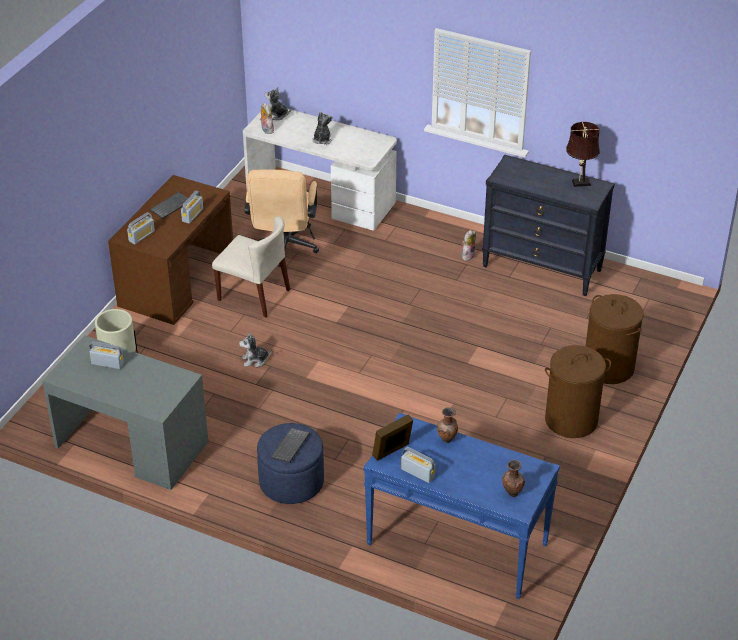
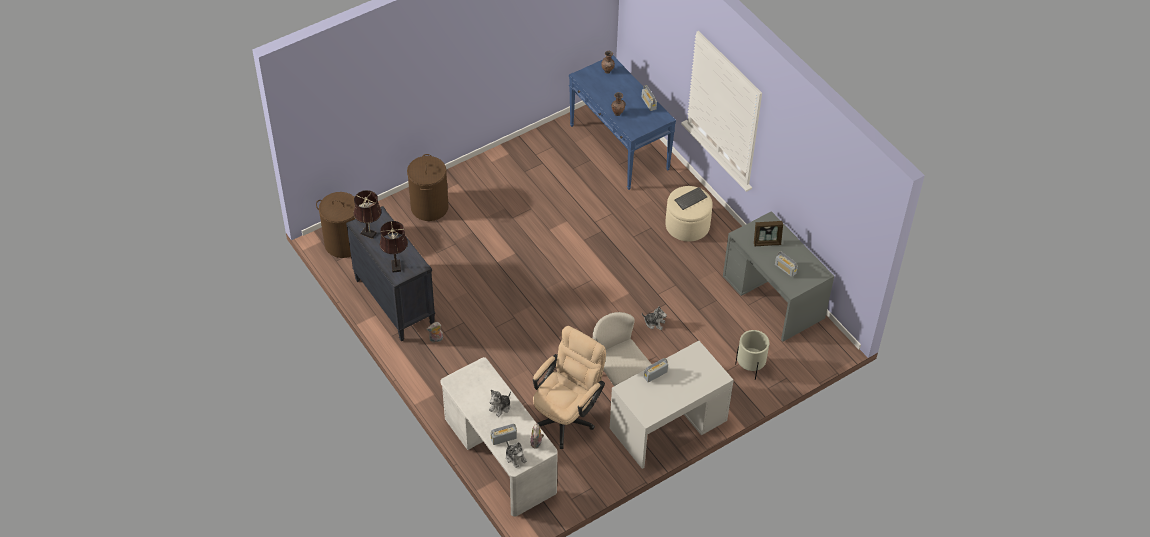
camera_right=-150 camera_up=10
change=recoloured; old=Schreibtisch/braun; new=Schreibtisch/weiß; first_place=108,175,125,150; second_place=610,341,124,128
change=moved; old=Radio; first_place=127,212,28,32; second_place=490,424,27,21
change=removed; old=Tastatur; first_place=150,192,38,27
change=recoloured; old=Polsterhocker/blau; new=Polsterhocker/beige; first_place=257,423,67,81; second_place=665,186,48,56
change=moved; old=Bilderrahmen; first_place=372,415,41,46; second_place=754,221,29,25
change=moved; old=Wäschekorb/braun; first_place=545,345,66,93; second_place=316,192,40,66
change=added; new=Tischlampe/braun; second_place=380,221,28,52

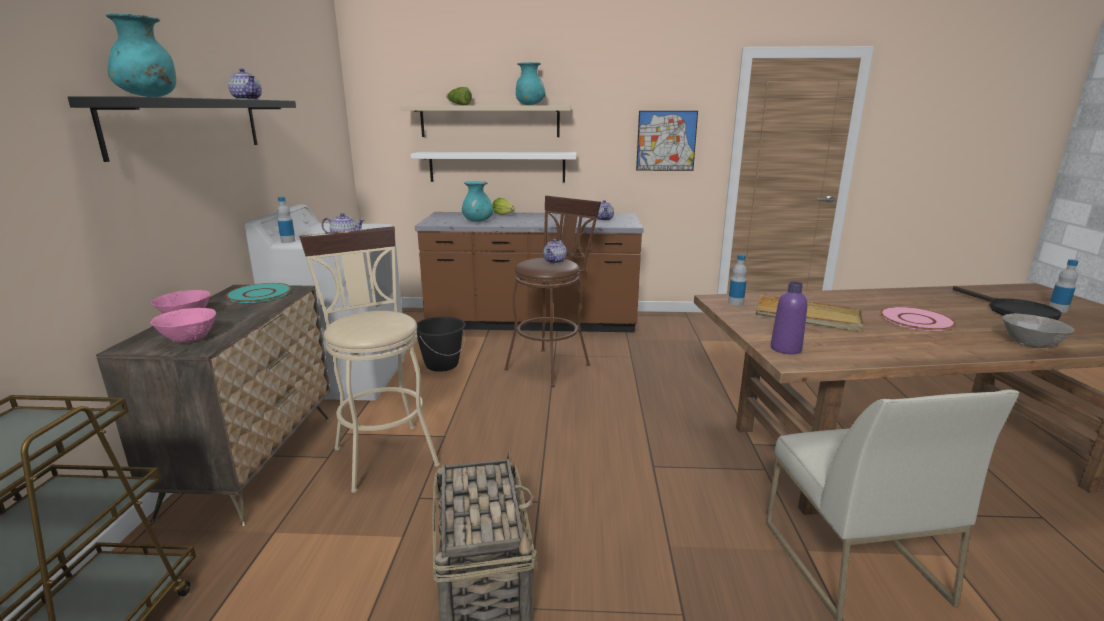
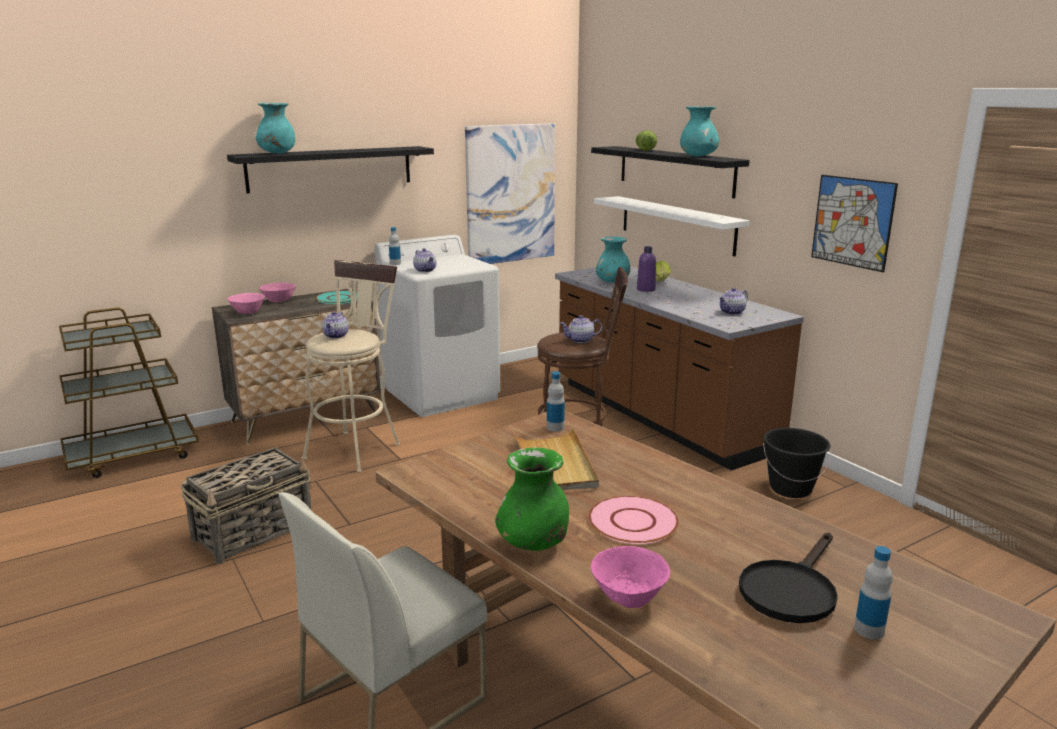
camera_right=55 camera_up=0
change=moved; old=Teekanne; first_place=228,68,34,32; second_place=322,311,27,28
change=recoloured; old=Wandregal/beige; new=Wandregal/schwarz; first_place=401,105,170,32; second_place=591,146,159,53
change=moved; old=Eimer/schwarz; first_place=417,317,48,55; second_place=763,428,68,70
change=moved; old=Flasche/lila; first_place=771,281,36,73; second_place=637,246,19,46
change=recoloured; old=Schüssel/grau; new=Schüssel/rosa; first_place=1002,313,72,35; second_place=591,546,79,62
change=added; new=Bild; second_place=465,123,91,141
change=added; new=Vase/grün; second_place=495,447,74,104

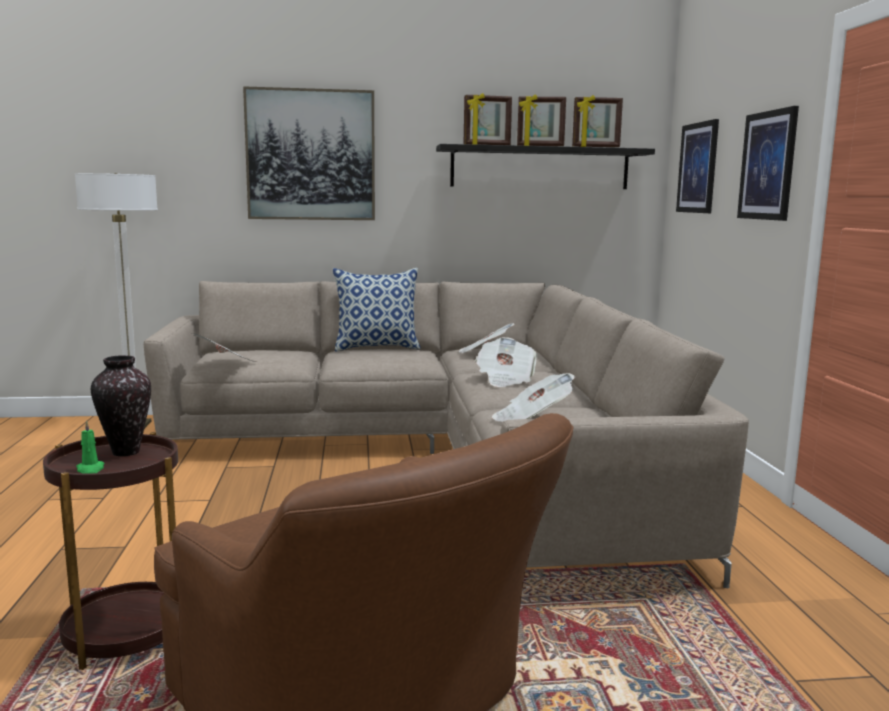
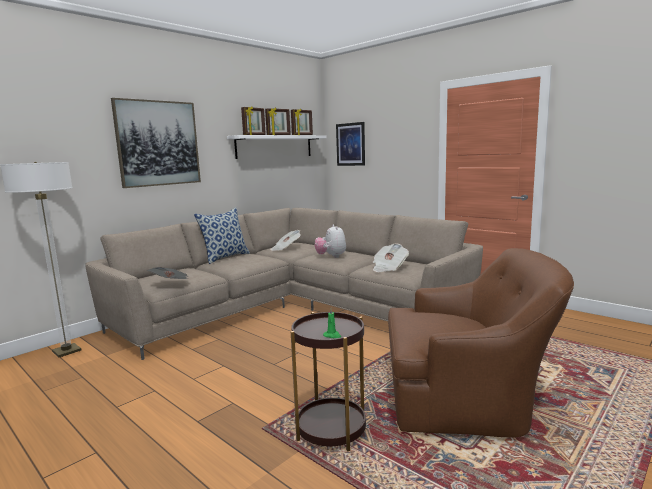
camera_right=-40 camera_up=0
change=removed; old=Vase; first_place=91,355,60,101
change=recoloured; old=Wandregal/schwarz; new=Wandregal/weiß; first_place=436,144,219,45; second_place=227,135,100,24
change=replaced; old=Zeitung; new=Plüschtier; first_place=475,337,63,50; second_place=315,225,31,33
change=removed; old=Bild; first_place=737,106,62,115

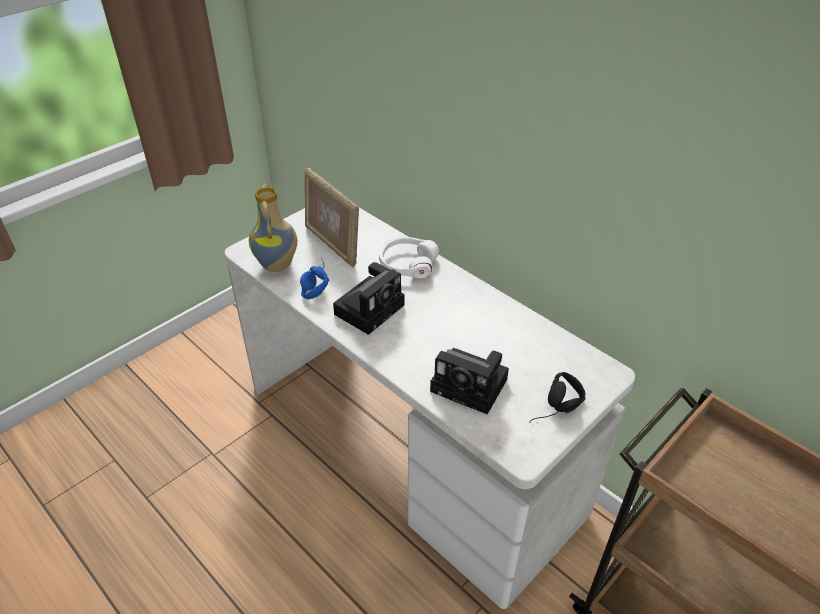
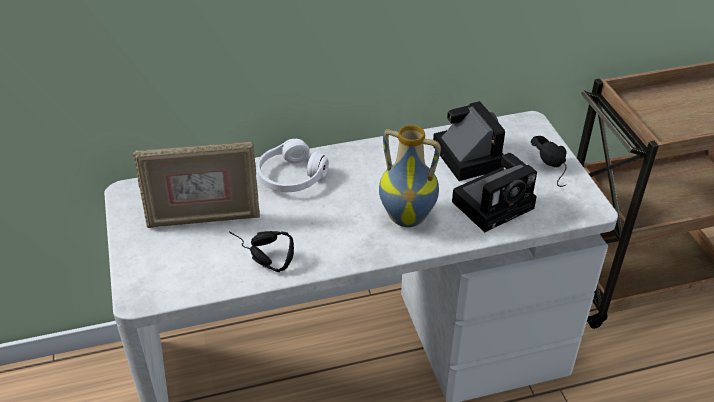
camera_right=-60 camera_up=0
change=moved; old=Vase; first_place=249,184,48,88; second_place=379,125,62,102
change=recoloured; old=Kopfhörer/blau; new=Kopfhörer/schwarz; first_place=300,258,29,41; second_place=229,231,65,41
change=moved; old=Kamera; first_place=333,262,72,73; second_place=433,101,72,80

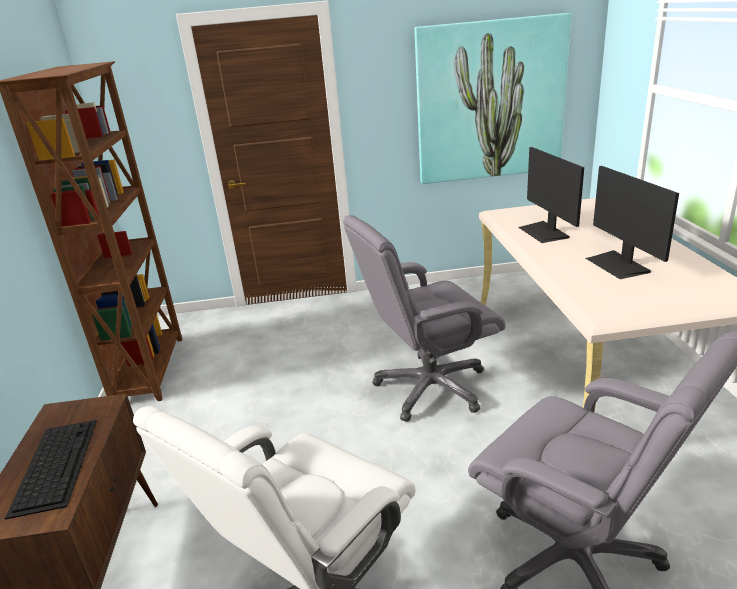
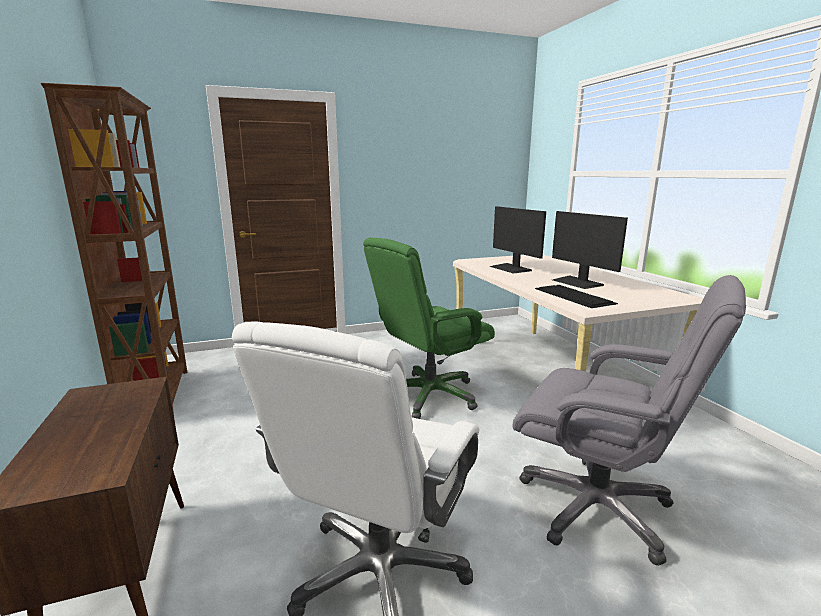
camera_right=-15 camera_up=-10
change=moved; old=Tastatur; first_place=5,420,92,100; second_place=535,285,83,23
change=recoloured; old=Bürostuhl/grau; new=Bürostuhl/grün; first_place=343,215,163,207; second_place=363,237,132,182
change=removed; old=Bild; first_place=414,13,157,171

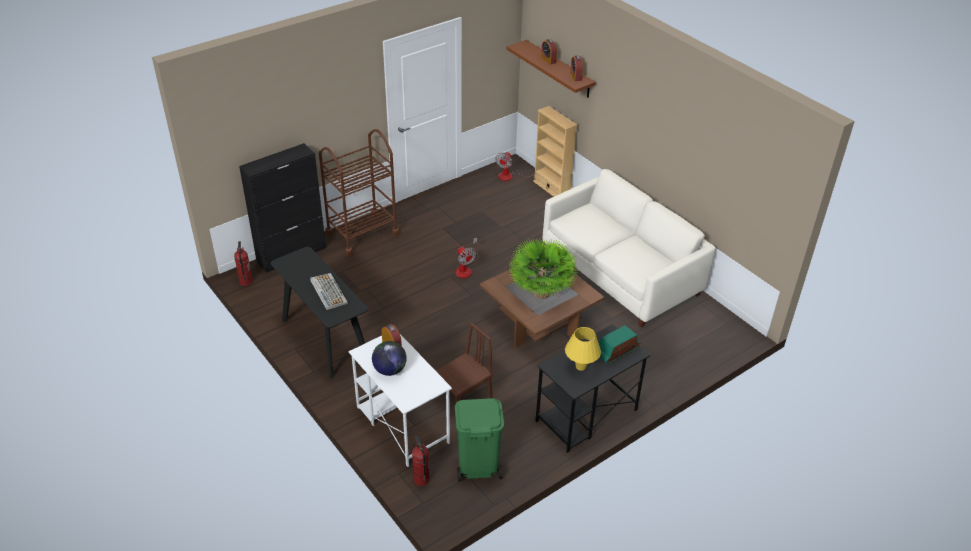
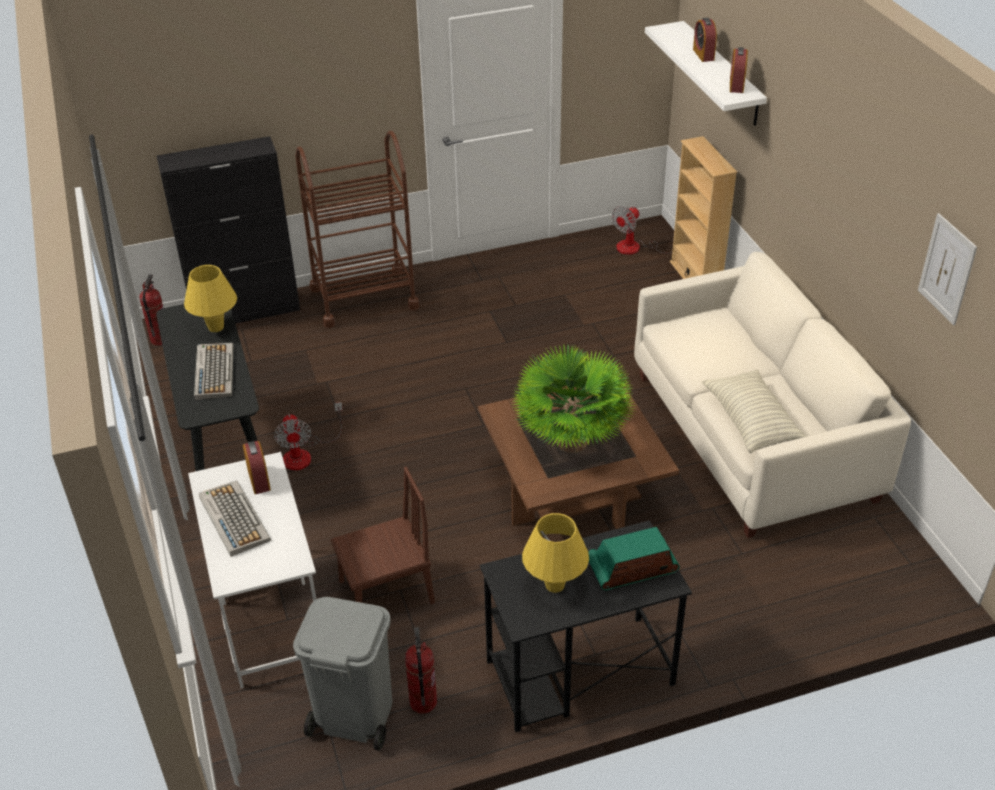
camera_right=20 camera_up=0
change=replaced; old=Globus; new=Tastatur; first_place=372,341,35,35; second_place=199,481,72,76
change=moved; old=Feuerlöscher; first_place=412,436,18,50; second_place=405,627,32,86
change=recoloured; old=Mülleimer/grün; new=Mülleimer/grau; first_place=455,398,49,84; second_place=293,597,99,154
change=moved; old=Ventilator; first_place=456,238,22,40; second_place=274,402,69,68
change=recoloured; old=Wandregal/braun; new=Wandregal/weiß; first_place=507,40,89,58; second_place=645,21,122,105
change=added; new=Tischlampe/gelb; second_place=184,265,53,67
change=added; new=Kissen; second_place=702,369,104,84
change=added; new=Bild; second_place=918,213,59,112

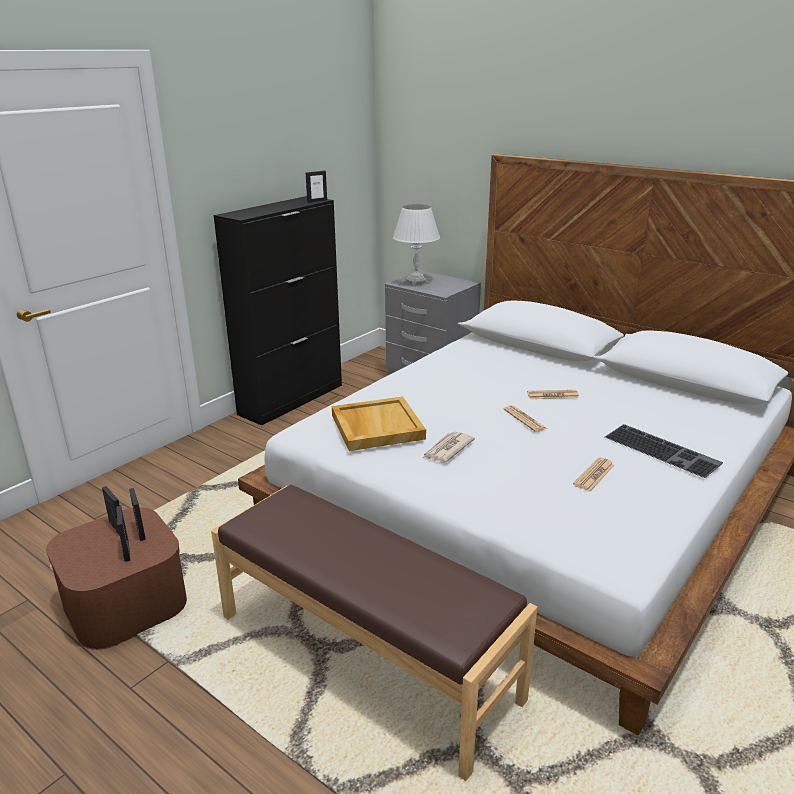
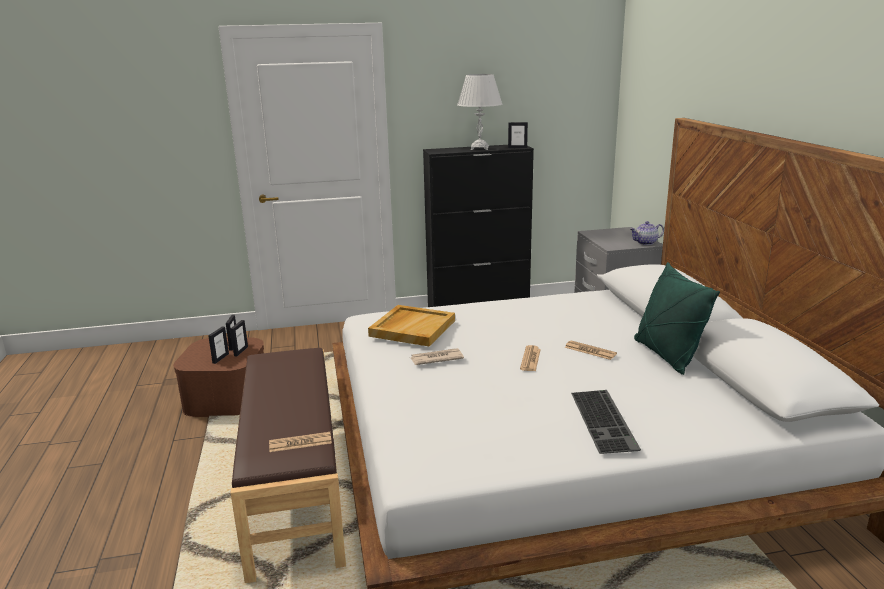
camera_right=40 camera_up=-5
change=moved; old=Tischlampe/weiß; first_place=393,204,47,81; second_place=457,74,45,76
change=moved; old=Zeitung; first_place=573,457,42,34; second_place=269,432,63,20
change=added; new=Teekanne; second_place=630,221,34,24
change=added; new=Kissen/grün; second_place=634,262,86,113

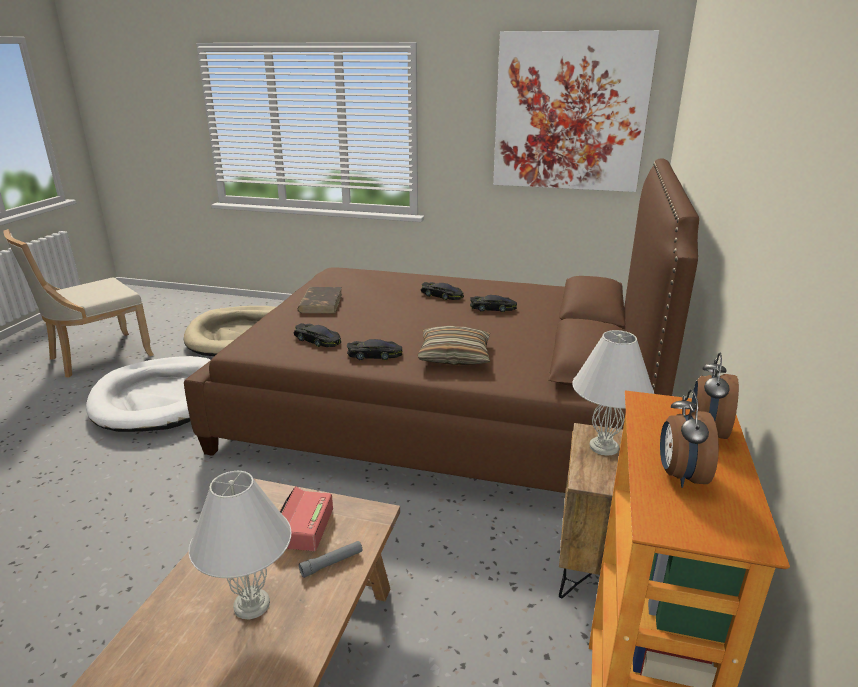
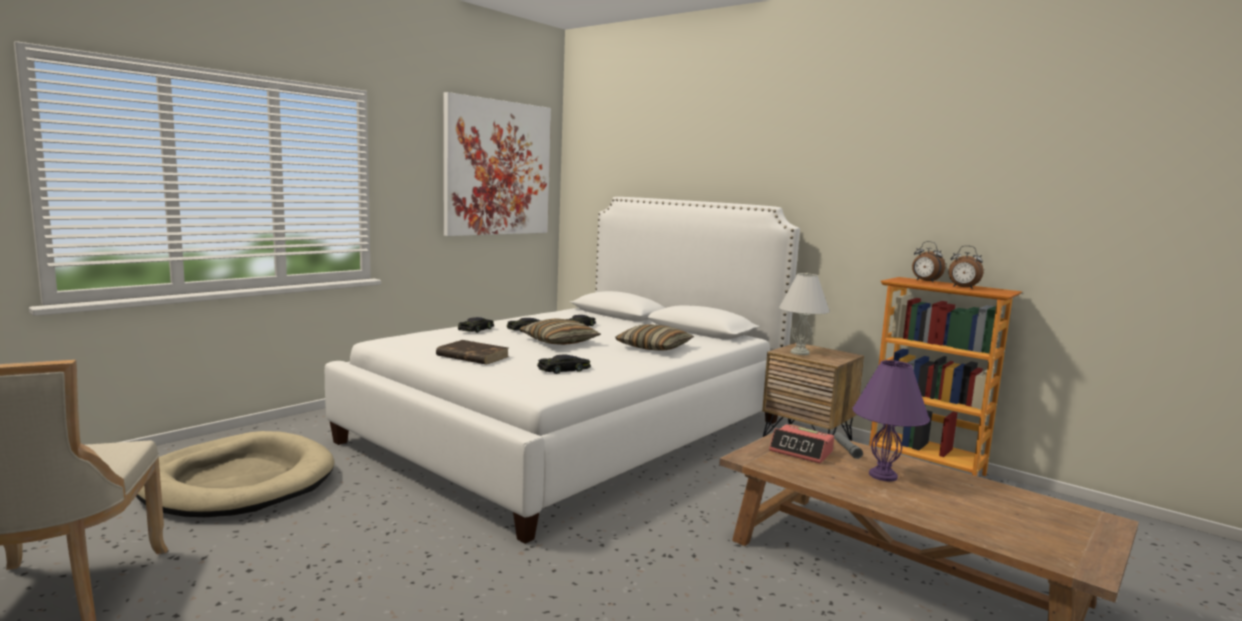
camera_right=-65 camera_up=-15
change=removed; old=Hundebett/weiß; first_place=86,356,125,76
change=recoloured; old=Bett/braun; new=Bett/weiß; first_place=184,158,515,335; second_place=325,197,475,347
change=recoloured; old=Tischlampe/weiß; new=Tischlampe/lila; first_place=189,471,102,149; second_place=853,360,77,122
change=moved; old=Spielzeugauto/schwarz; first_place=347,339,55,21; second_place=458,317,36,16
change=added; new=Kissen; second_place=520,318,81,27

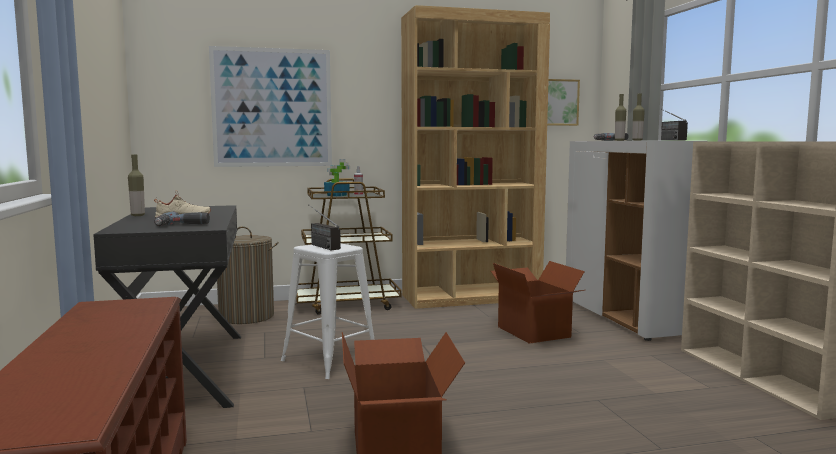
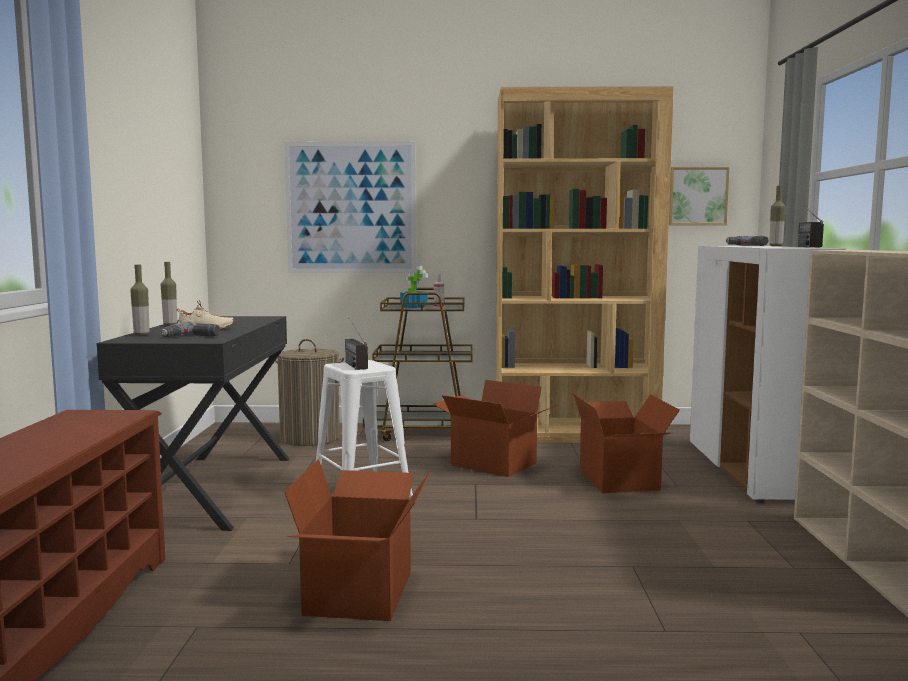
camera_right=15 camera_up=0
change=moved; old=Flasche; first_place=615,94,11,47; second_place=130,265,20,71
change=added; new=Karton; second_place=433,380,124,97

